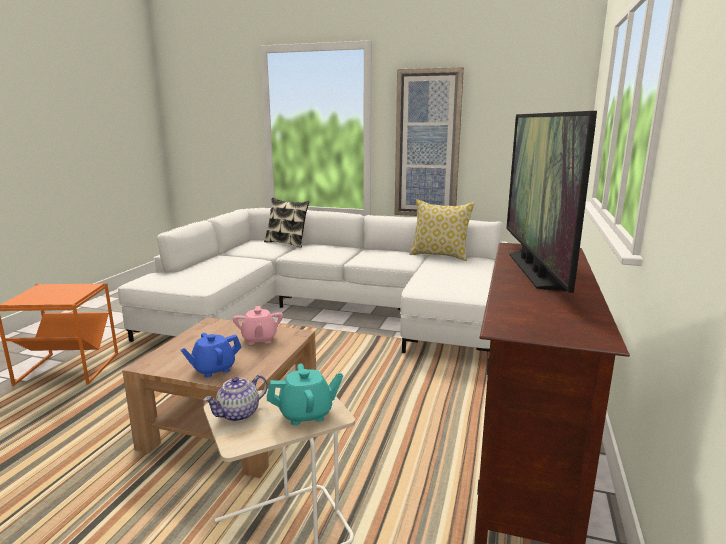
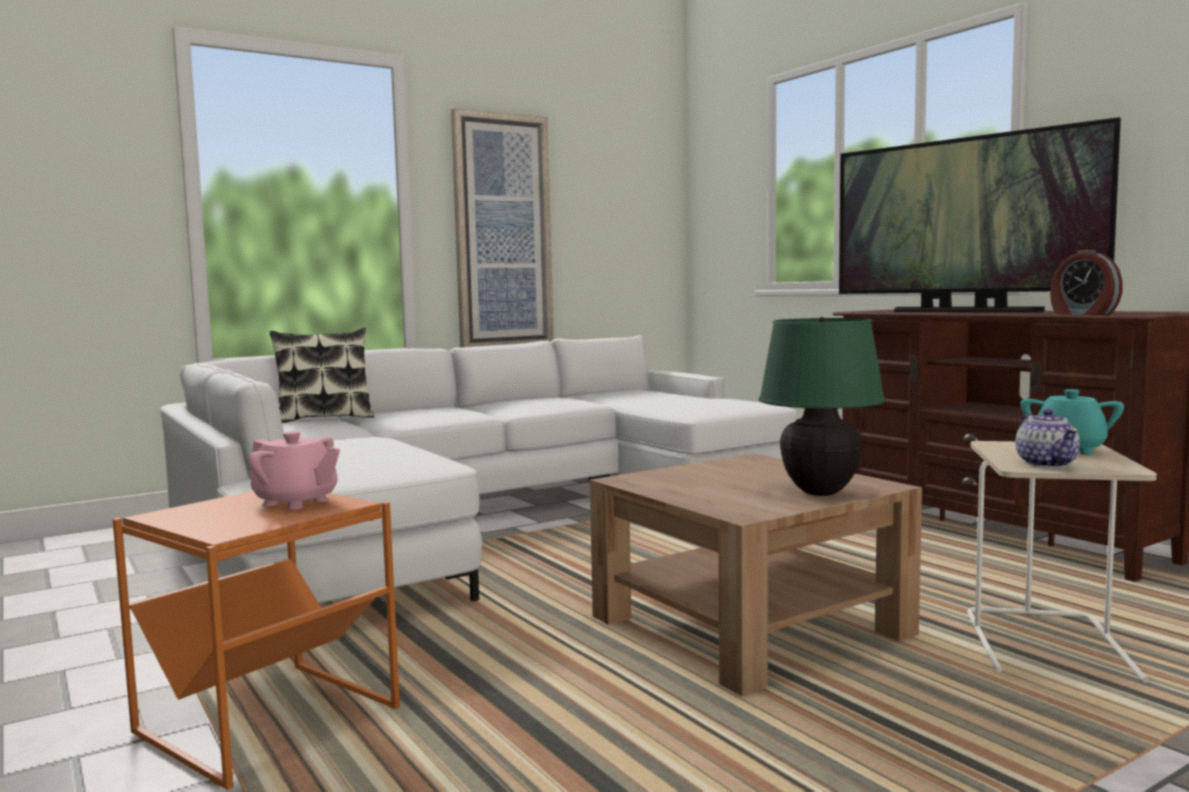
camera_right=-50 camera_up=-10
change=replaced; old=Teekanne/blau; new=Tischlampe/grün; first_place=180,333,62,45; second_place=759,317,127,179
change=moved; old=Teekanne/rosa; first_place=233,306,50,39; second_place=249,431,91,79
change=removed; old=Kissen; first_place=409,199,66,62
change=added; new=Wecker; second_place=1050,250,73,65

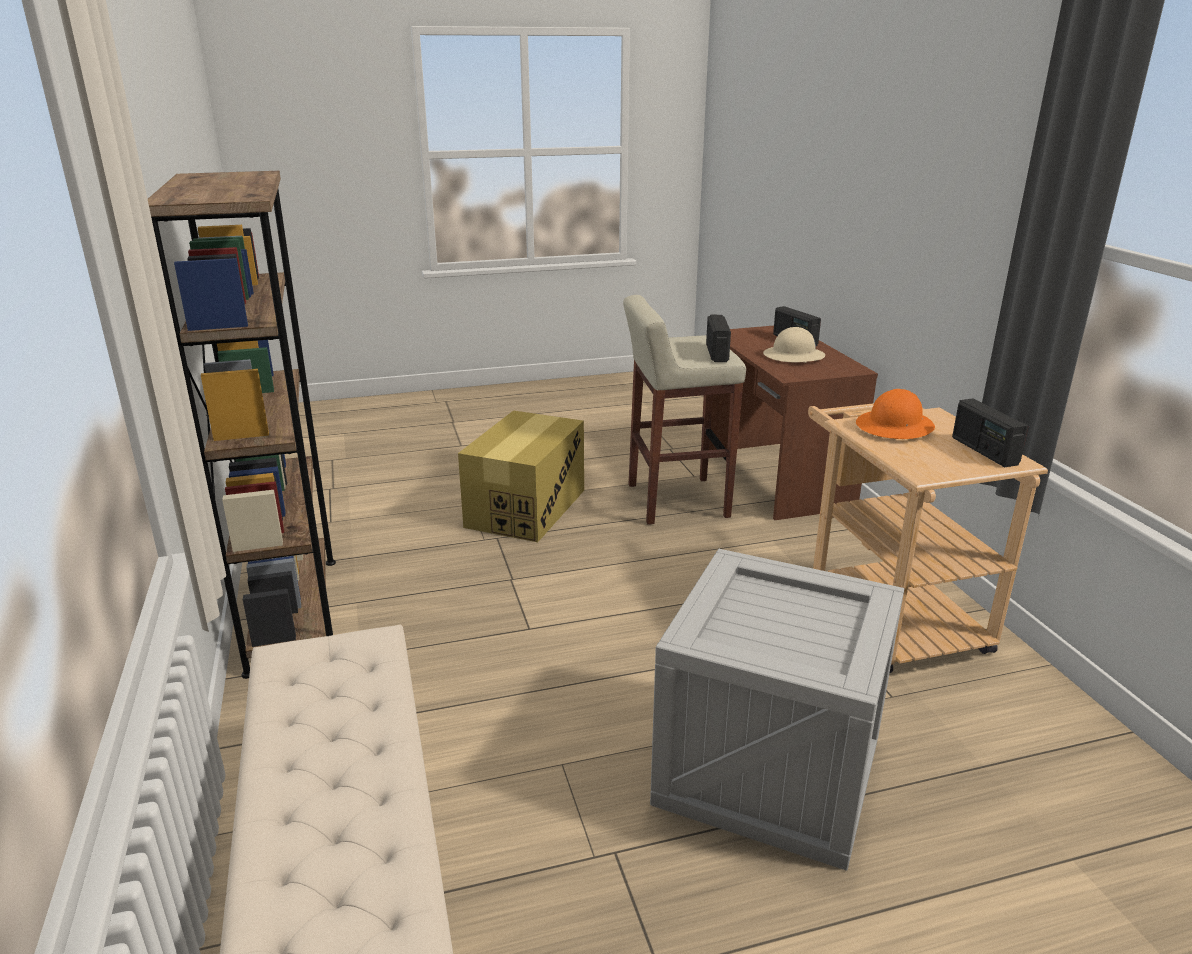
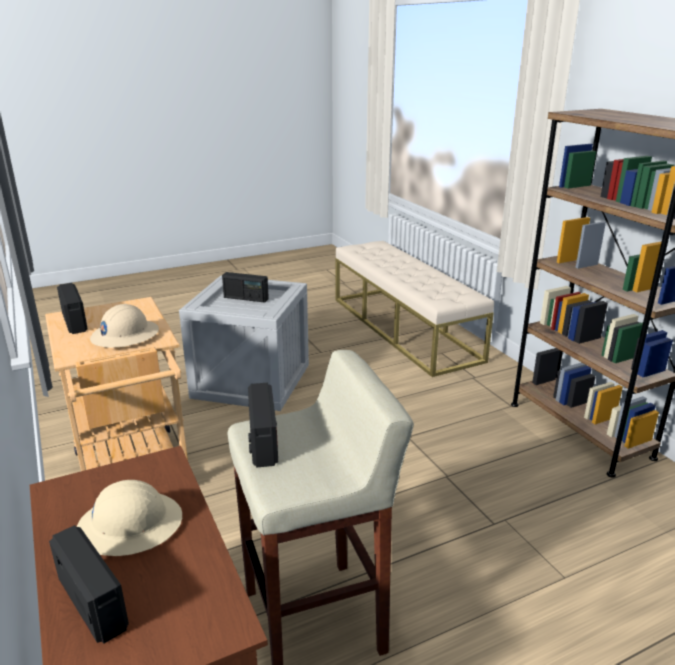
camera_right=170 camera_up=0
change=removed; old=Karton; first_place=458,410,126,132
change=recoloured; old=Schutzhelm/orange; new=Schutzhelm/beige; first_place=856,389,79,50; second_place=90,304,69,44
change=added; new=Radio; second_place=222,272,47,30

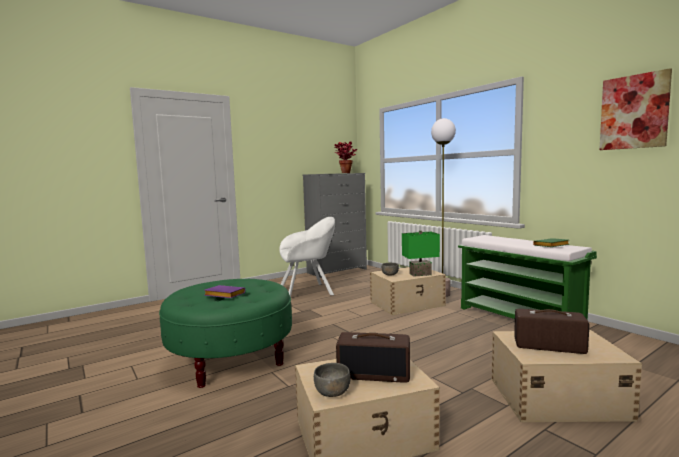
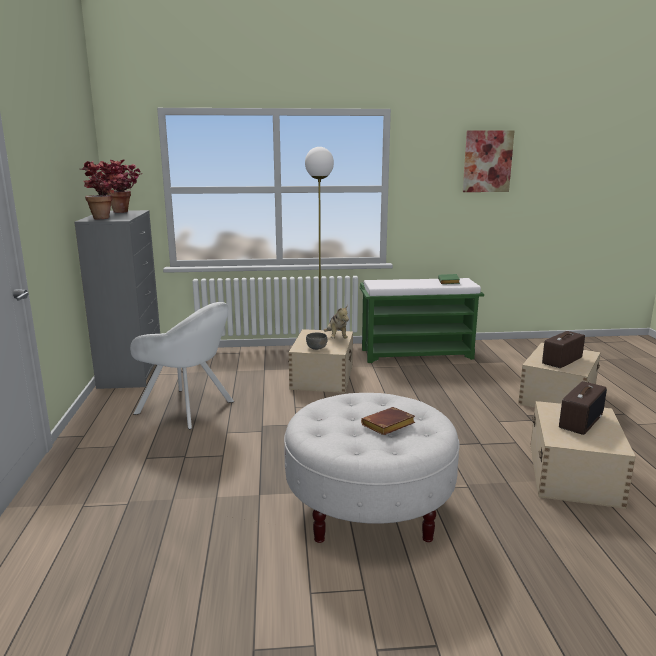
camera_right=-60 camera_up=10
change=recoloured; old=Polsterhocker/grün; new=Polsterhocker/weiß; first_place=159,279,133,109; second_place=284,393,176,150
change=recoloured; old=Buch/lila; new=Buch/braun; first_place=204,285,41,13; second_place=361,407,54,28
change=turned; old=Sessel/weiß; first_place=280,217,55,80; second_place=130,302,104,127; degrees=105
change=removed; old=Schüssel/grau; first_place=314,363,37,34
change=replaced; old=Tischlampe/grün; new=Plüschtier; first_place=402,230,38,47; second_place=324,305,25,33
change=added; new=Topfpflanze; second_place=81,161,46,58

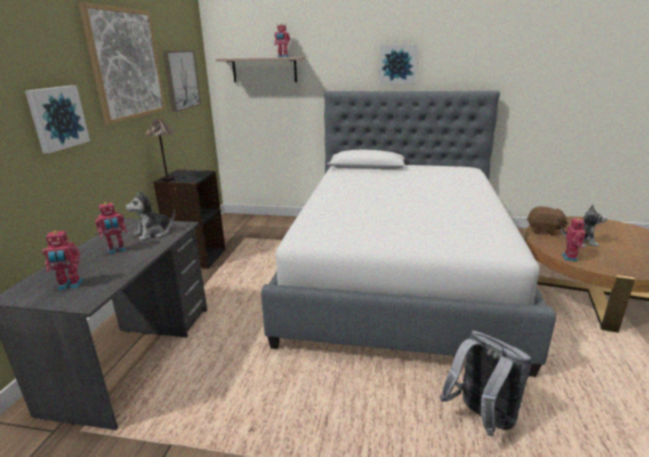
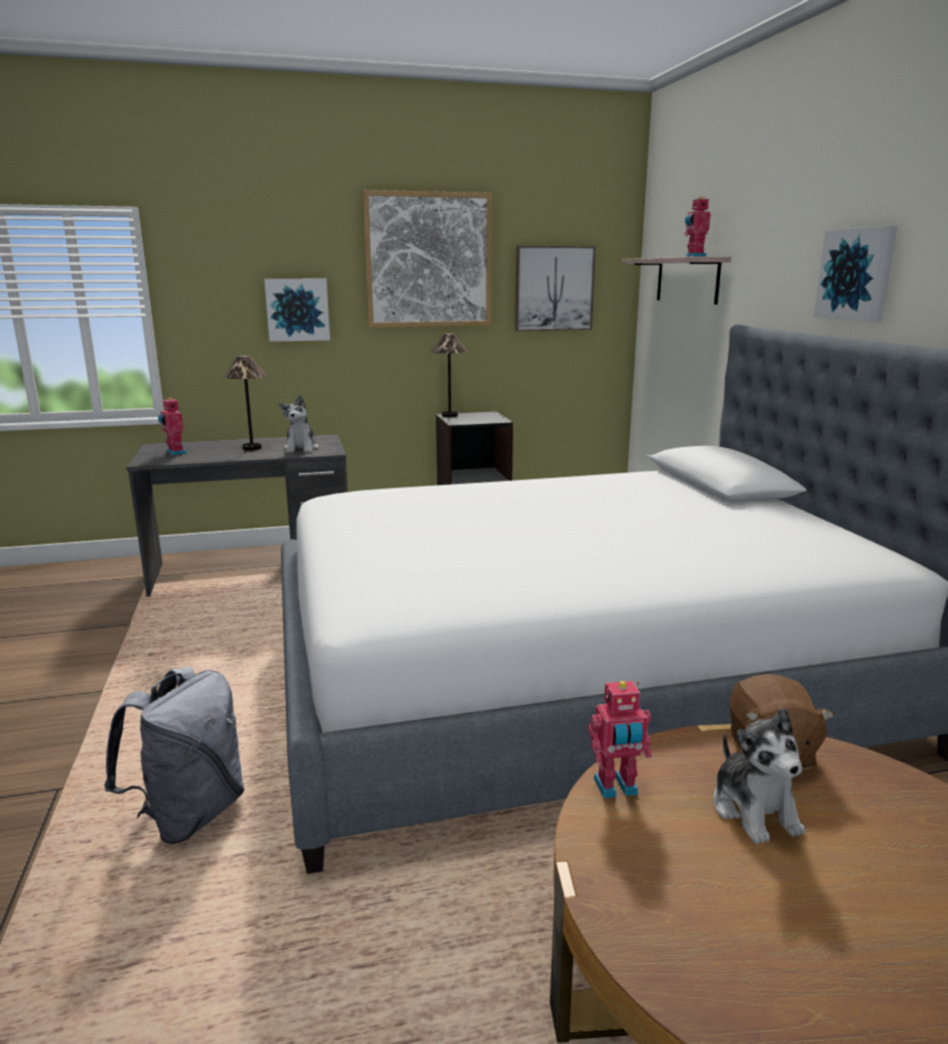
camera_right=65 camera_up=-5
change=replaced; old=Spielzeugroboter; new=Tischlampe; first_place=95,202,32,52; second_place=224,356,44,94
change=turned; old=Plüschtier; first_place=125,191,50,50; second_place=279,395,40,58; degrees=-120

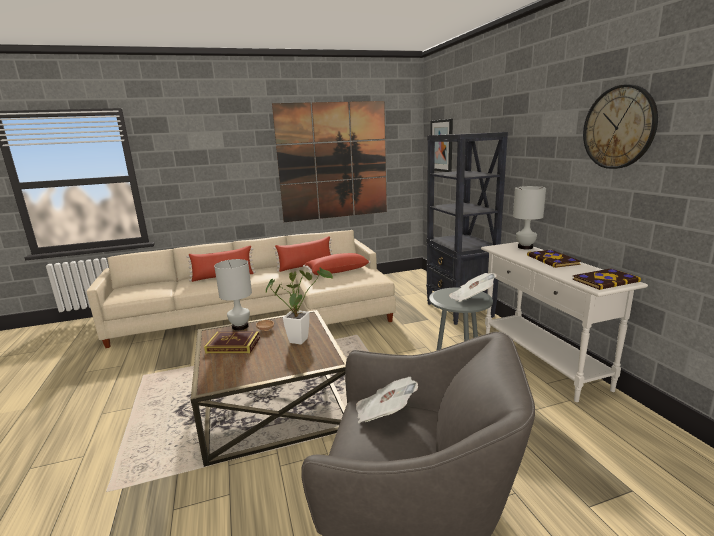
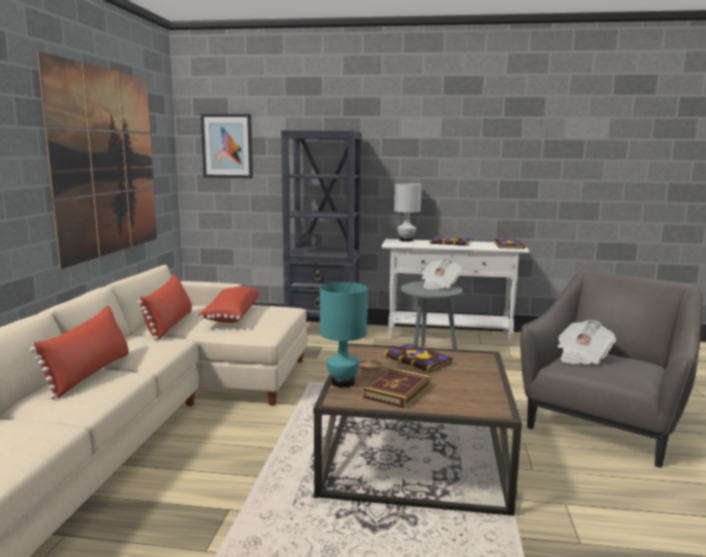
camera_right=-65 camera_up=-5
change=recoloured; old=Tischlampe/weiß; new=Tischlampe/türkis; first_place=214,259,38,71; second_place=320,282,48,105
change=replaced; old=Topfpflanze; new=Buch; first_place=266,267,67,77; second_place=384,343,69,30
change=removed; old=Wanduhr; first_place=583,84,75,85

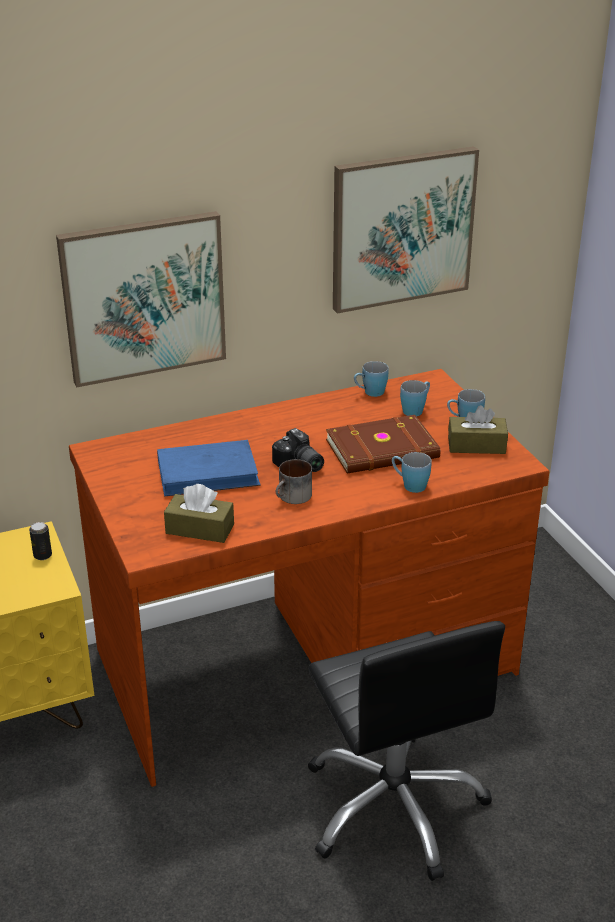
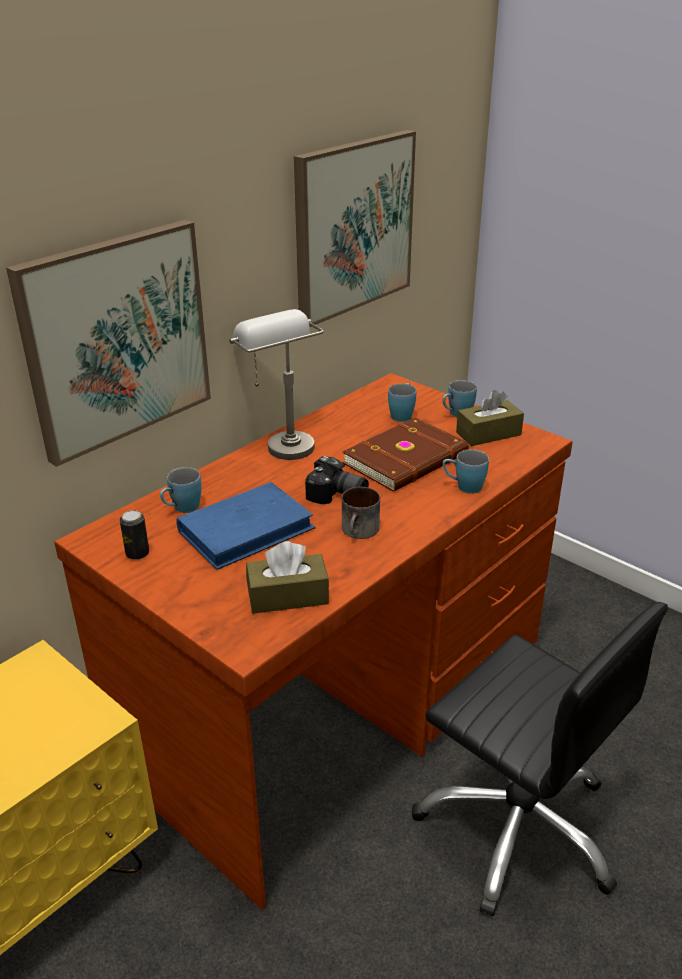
camera_right=-25 camera_up=0
change=moved; old=Dose; first_place=29,522,23,38; second_place=120,510,29,50
change=moved; old=Henkelbecher/blau; first_place=354,361,35,36; second_place=160,467,42,46
change=added; new=Tischlampe/grau; second_place=229,309,95,151

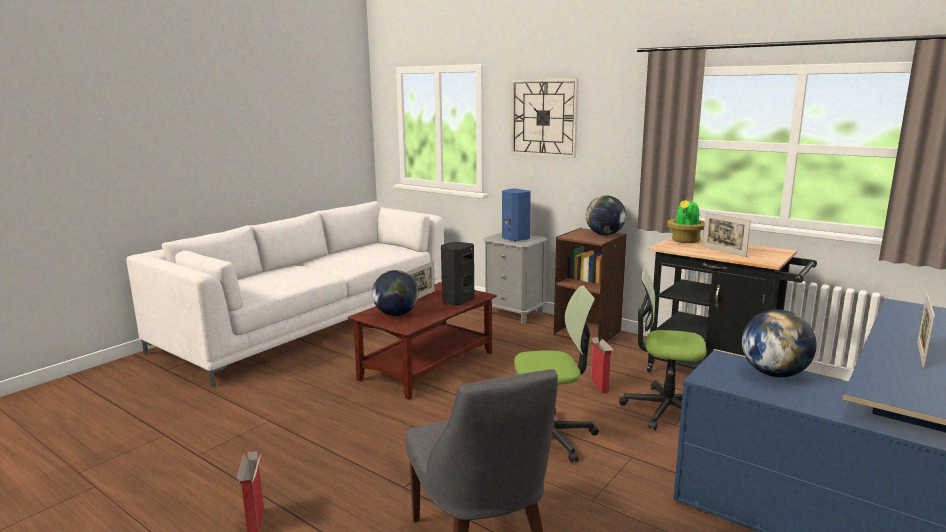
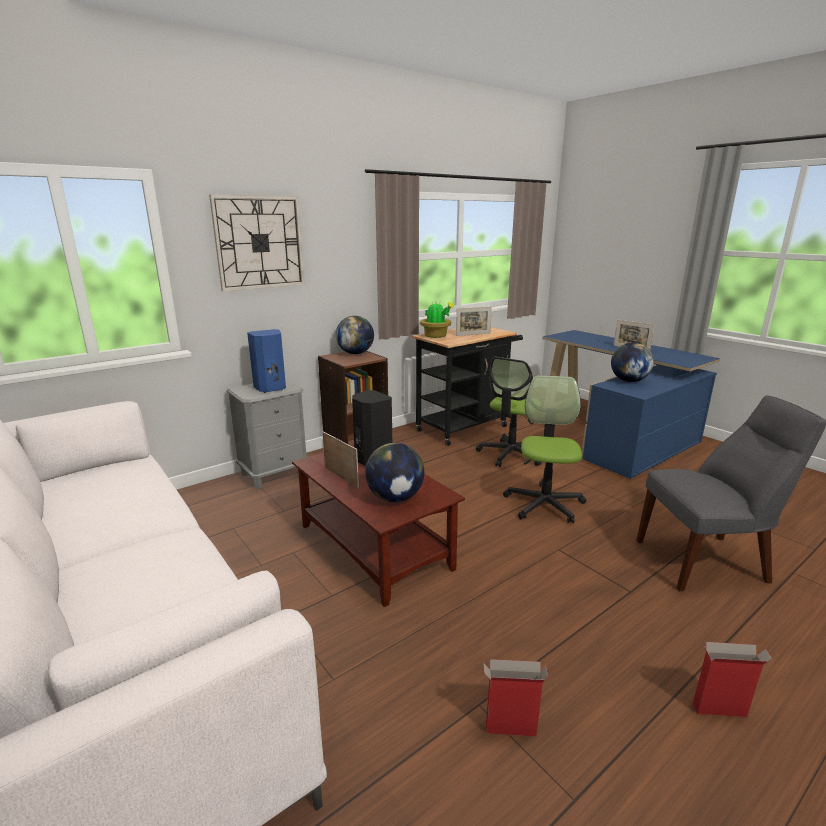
camera_right=-75 camera_up=5
change=moved; old=Karton; first_place=591,337,22,56; second_place=483,659,65,77

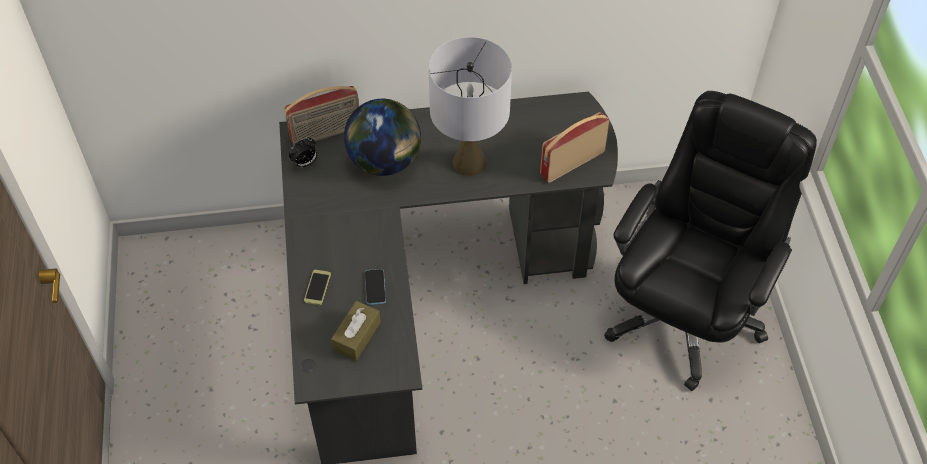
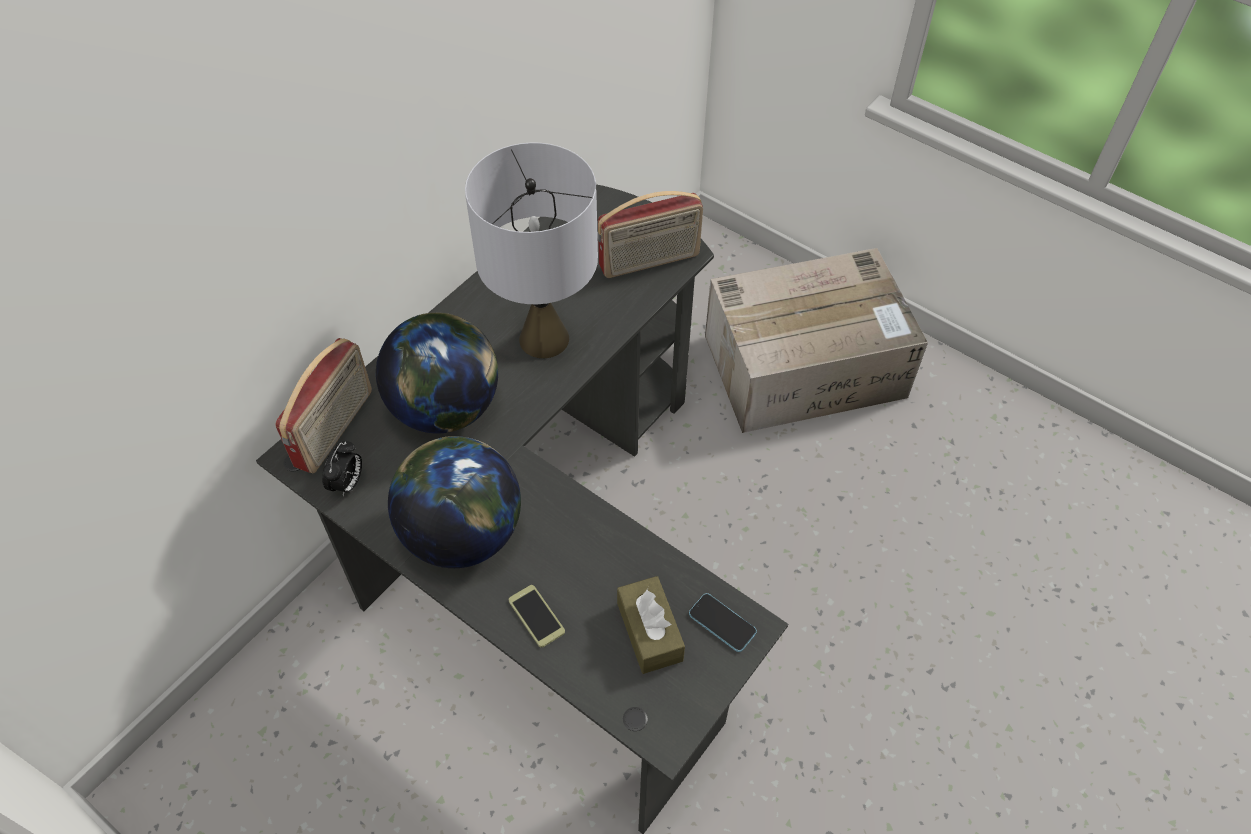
camera_right=-45 camera_up=0
change=moved; old=Handy; first_place=365,269,21,36; second_place=689,593,68,59
change=turned; old=Radio; first_place=540,112,70,71; second_place=597,191,106,87; degrees=-120
change=replaced; old=Bürostuhl/schwarz; new=Karton; first_place=604,91,213,300; second_place=705,248,223,185
change=added; new=Globus; second_place=388,436,133,132

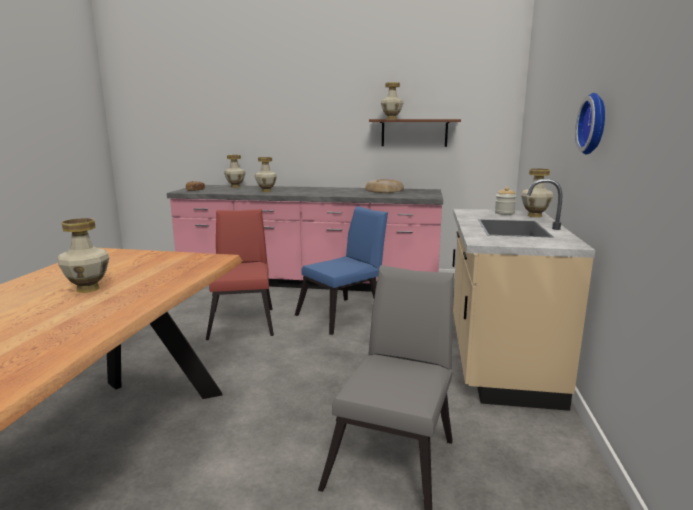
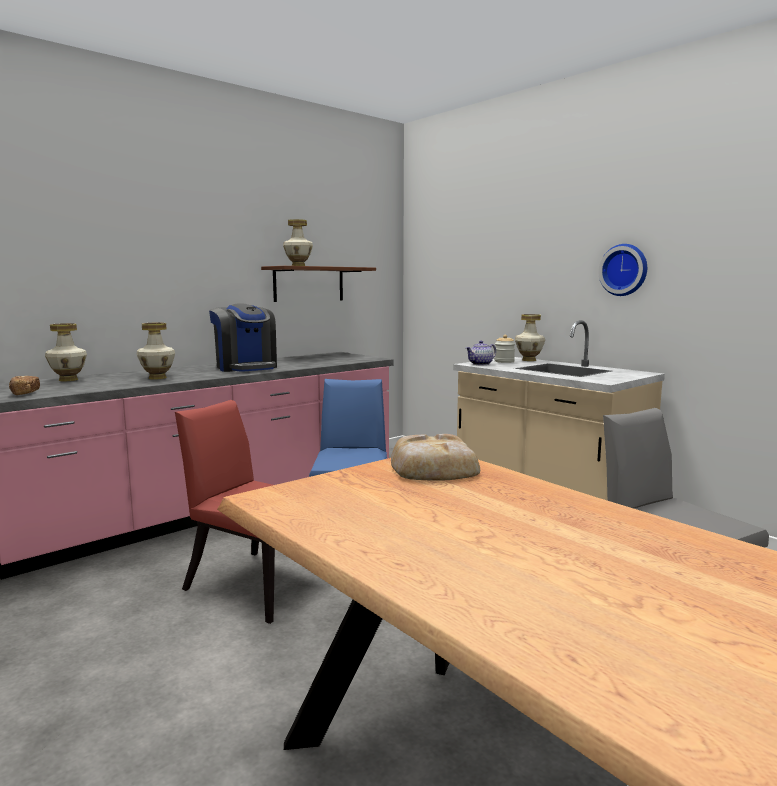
camera_right=-50 camera_up=-5
change=removed; old=Vase; first_place=58,218,51,75
change=moved; old=Brot; first_place=365,179,39,14; second_place=391,434,89,46
change=added; new=Kaffeemaschine; second_place=209,303,68,69
change=added; new=Teekanne; second_place=466,341,30,24

